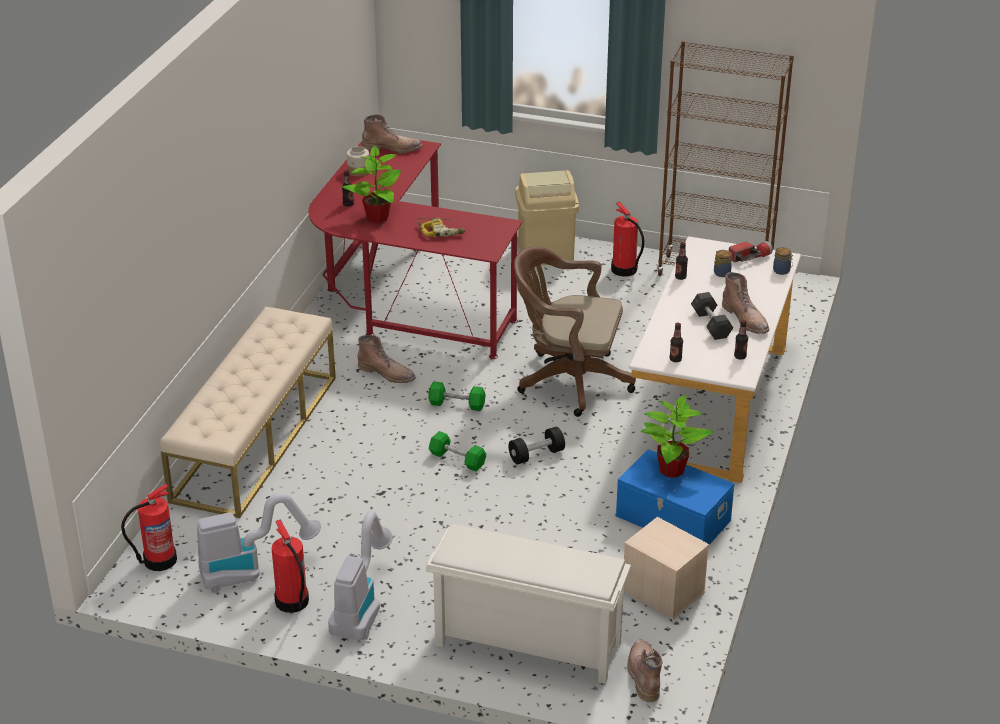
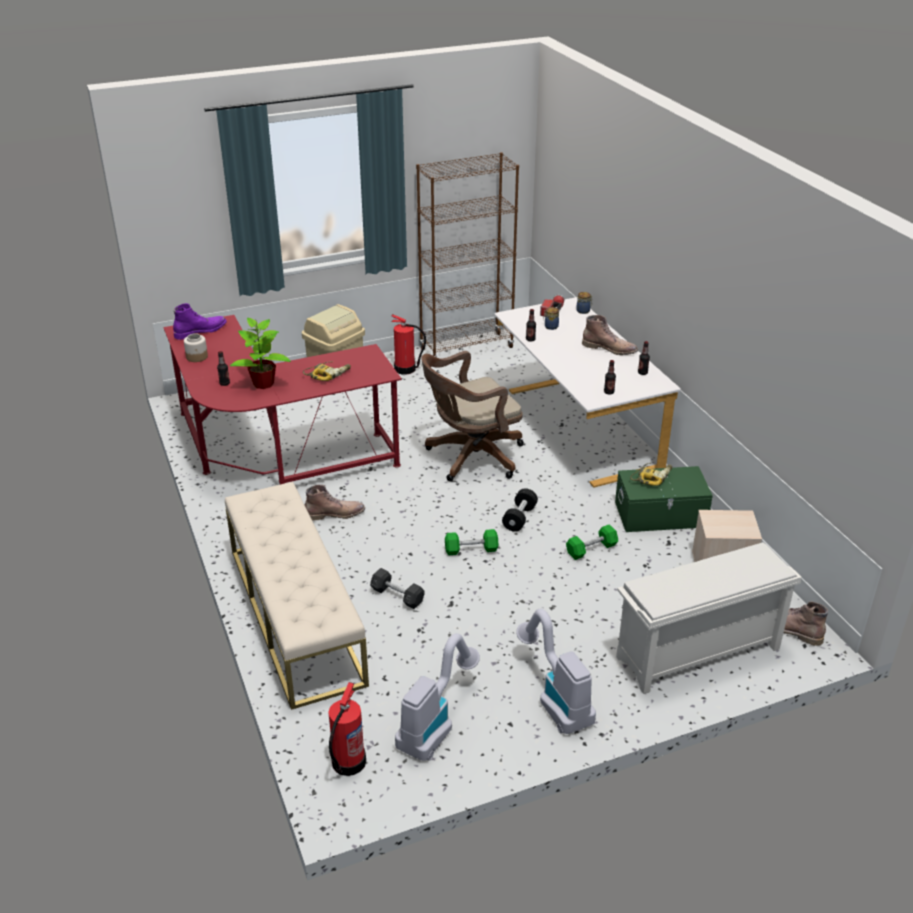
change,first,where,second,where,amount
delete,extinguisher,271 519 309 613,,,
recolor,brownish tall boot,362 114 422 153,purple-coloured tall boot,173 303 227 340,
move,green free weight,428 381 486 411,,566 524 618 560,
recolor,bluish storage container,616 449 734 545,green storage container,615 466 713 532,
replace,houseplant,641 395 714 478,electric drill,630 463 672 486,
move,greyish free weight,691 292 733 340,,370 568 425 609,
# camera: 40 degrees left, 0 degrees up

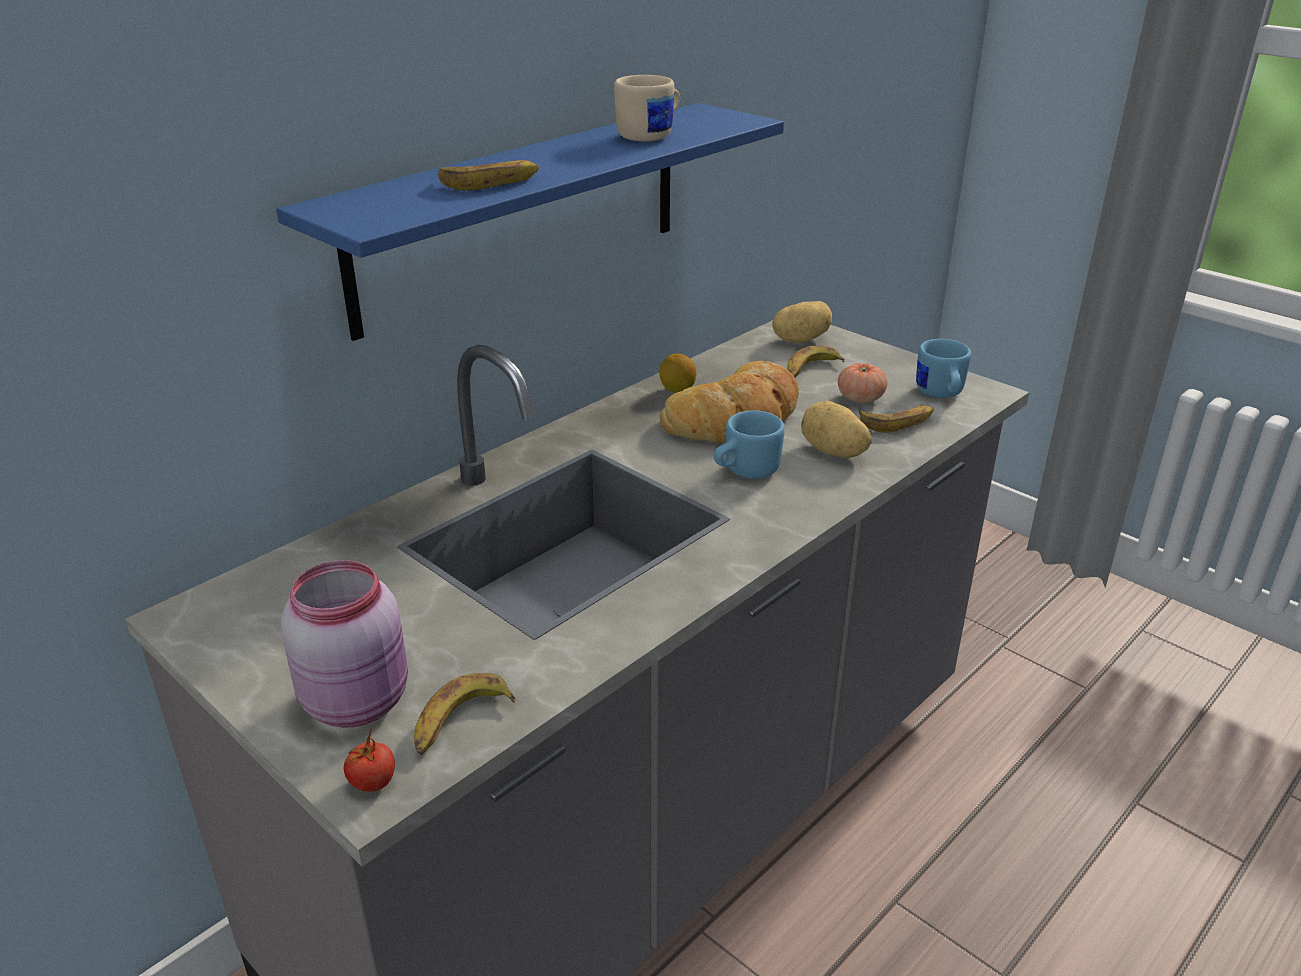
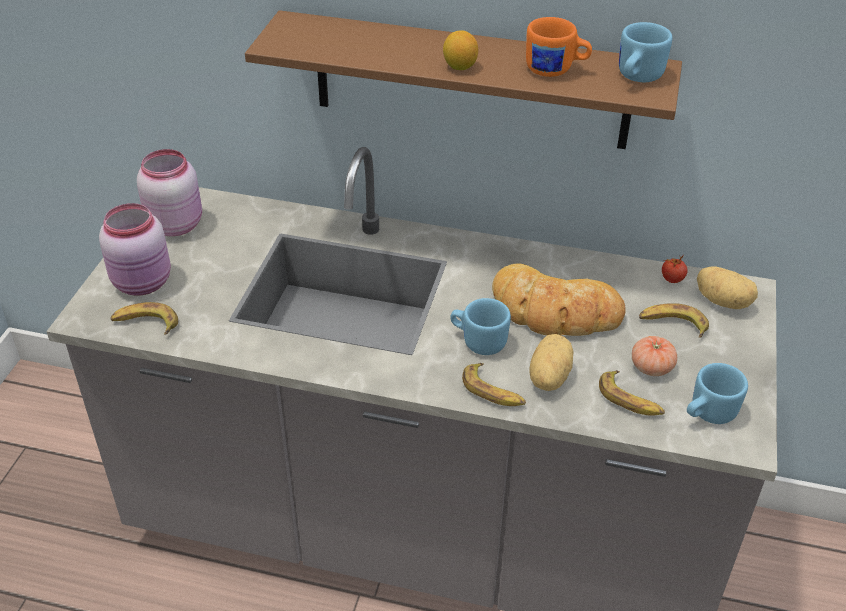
change,first,where,second,where,amount
recolor,bluish wall shelf,276 103 784 341,brownish wall shelf,245 10 682 149,
move,fresh tomato,344 730 395 792,,662 256 688 283,
move,banana fruit,438 160 539 191,,462 363 526 406,
recolor,beige-coloured tea mug,614 75 680 141,orange tea mug,526 17 592 77,
move,lemon,660 354 697 393,,443 30 478 70,
insert,,,pink storage jar,137 149 202 236,
insert,,,bluish tea mug,619 22 672 82,
# camera: 60 degrees right, 10 degrees up

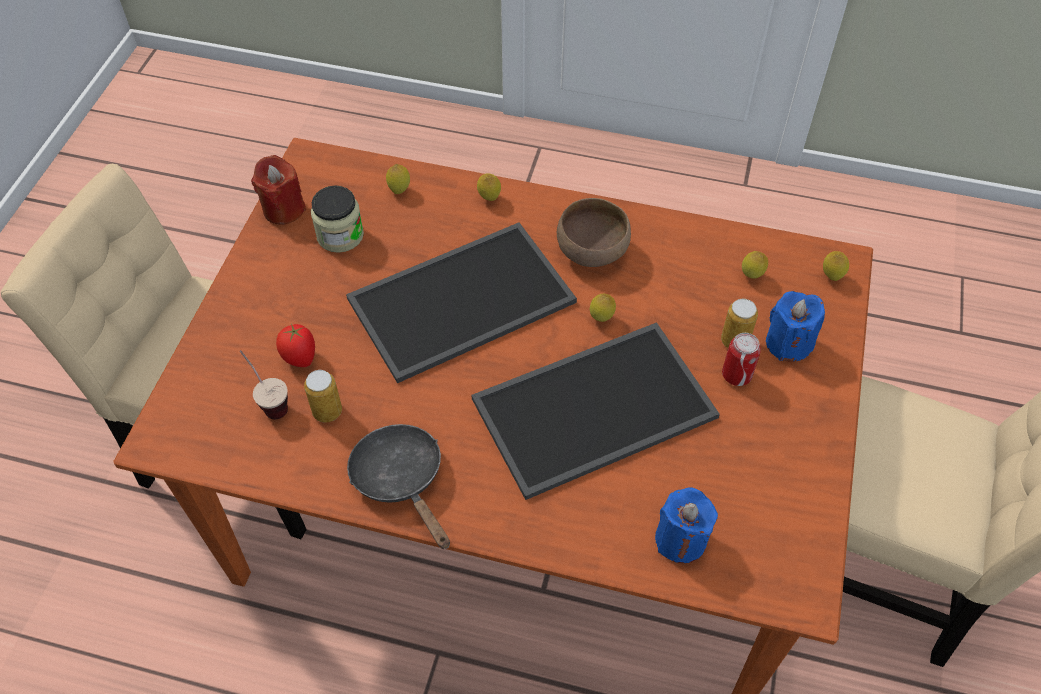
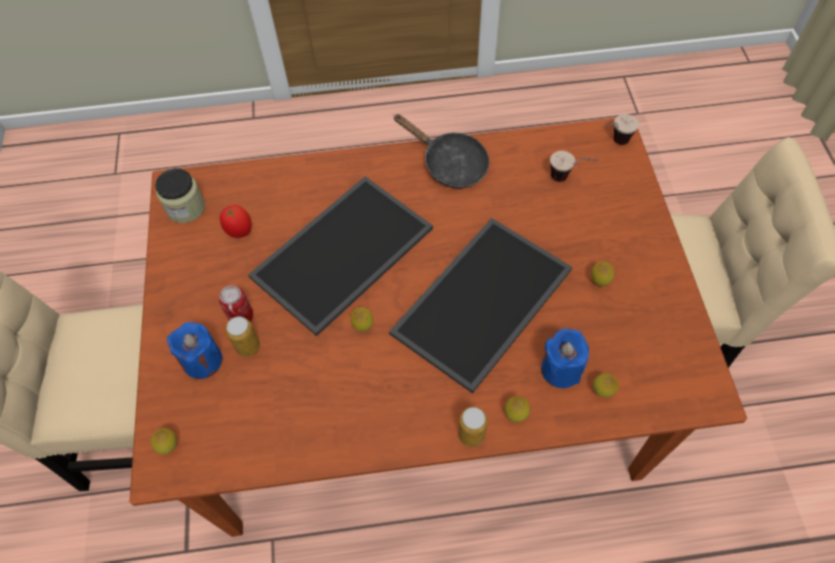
change,first,where,second,where,amount
delete,reddish candle,251 155 306 225,,,
move,fresh tomato,276 324 315 367,,220 205 252 238,
move,metal can,304 370 342 422,,458 407 488 447,
move,storage jar,311 186 364 253,,155 168 205 223,
delete,brownish bowl,557 198 631 267,,,
move,bluish candle,655 487 718 563,,541 328 589 388,
move,lemon,742 251 768 279,,592 261 614 286,
insert,,,small cup,605 114 639 145,
# camera: 160 degrees right, 5 degrees up

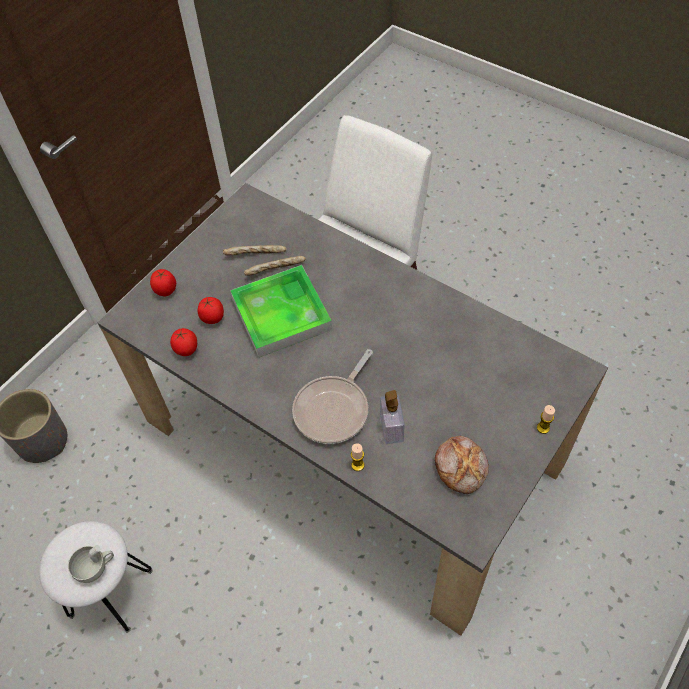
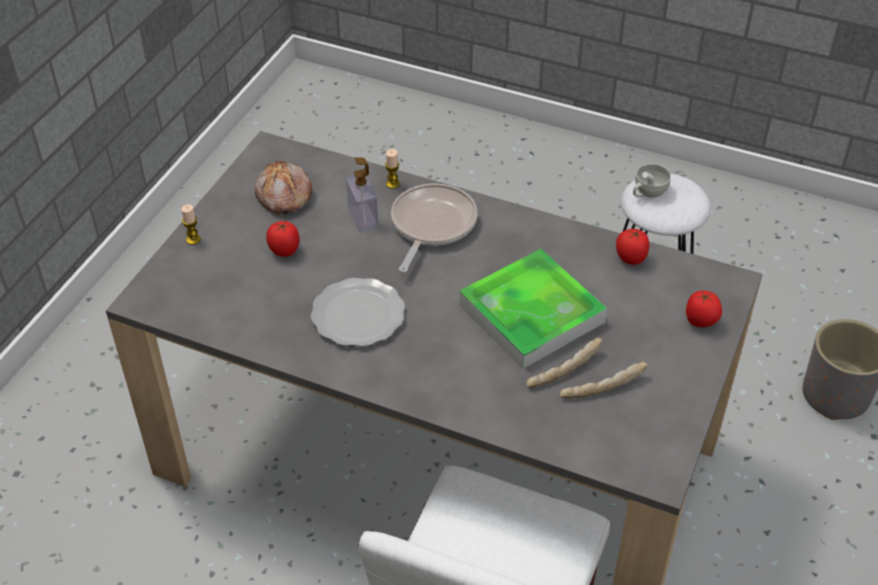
change,first,where,second,where,amount
move,fresh tomato,198 297 224 324,,266 221 300 257,
insert,,,flat dish,311 278 405 347,
# camera: 165 degrees right, 10 degrees down

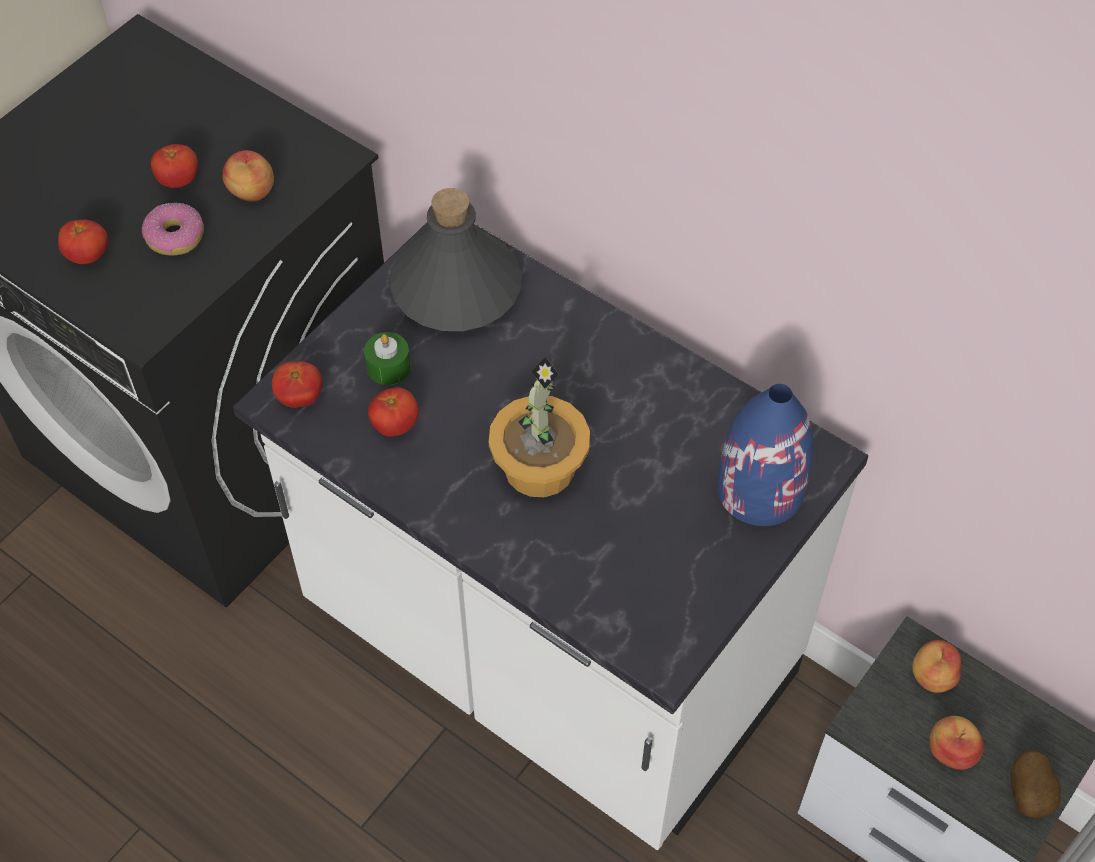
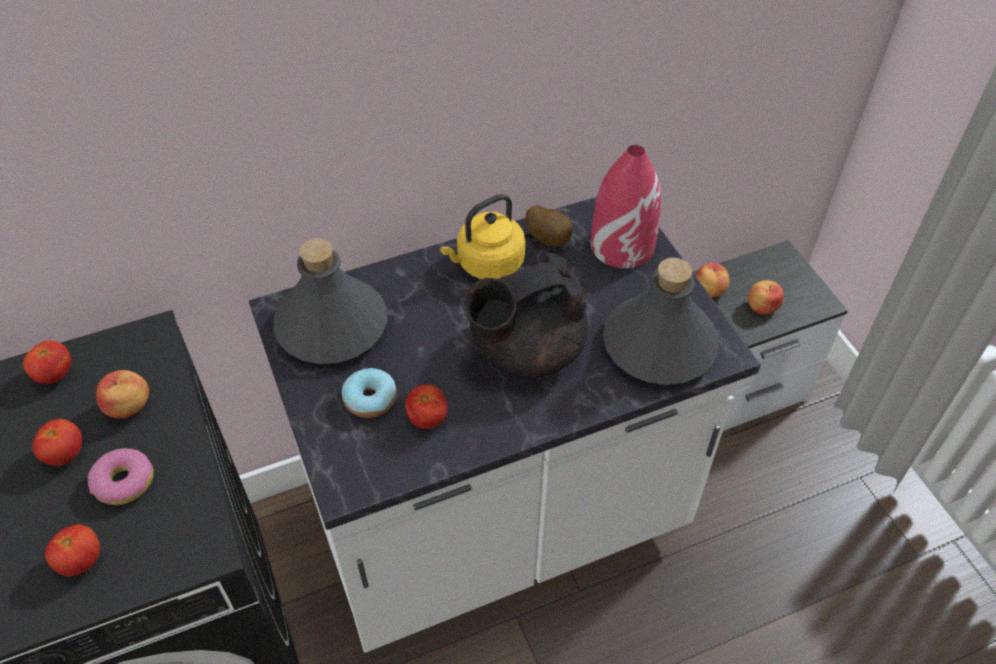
change,first,where,second,where,amount
move,fresh tomato,272 361 322 408,,23 340 71 384,
replace,green candle,364 332 411 385,donut,342 368 397 418,
replace,houseplant,489 357 590 497,black tea pot,463 253 588 377,
recolor,bluish vase,717 384 814 526,reddish vase,591 145 661 268,
move,spud,1011 751 1061 818,,525 205 573 247,
insert,,,yellow-coloured water kettle,440 194 525 279,
insert,,,greyish bottle,603 258 719 385,
# camera: 60 degrees left, 5 degrees down

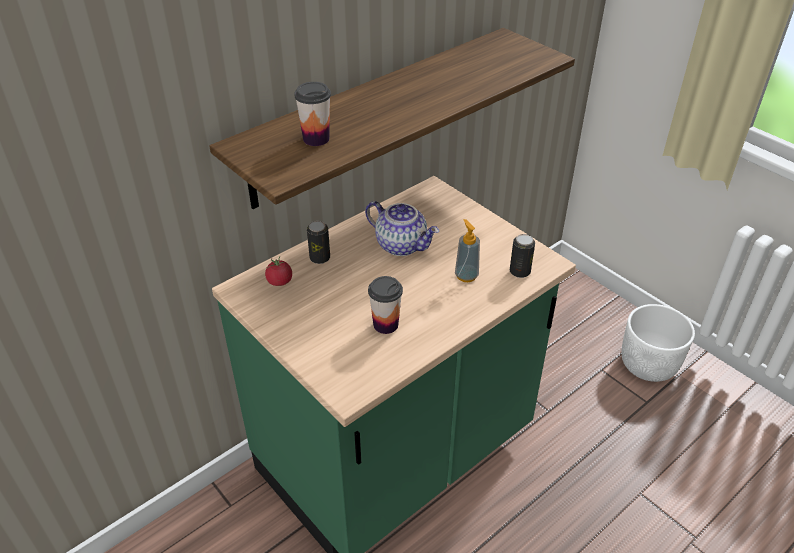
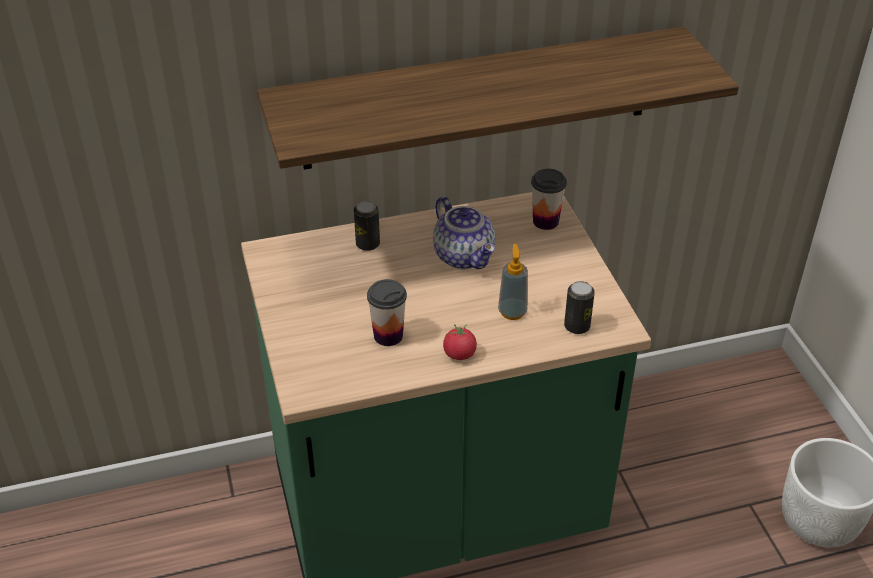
change,first,where,second,where,amount
move,fresh tomato,265 257 292 286,,443 324 477 360,
move,small cup,294 82 331 146,,531 169 567 230,
# camera: 25 degrees right, 0 degrees up

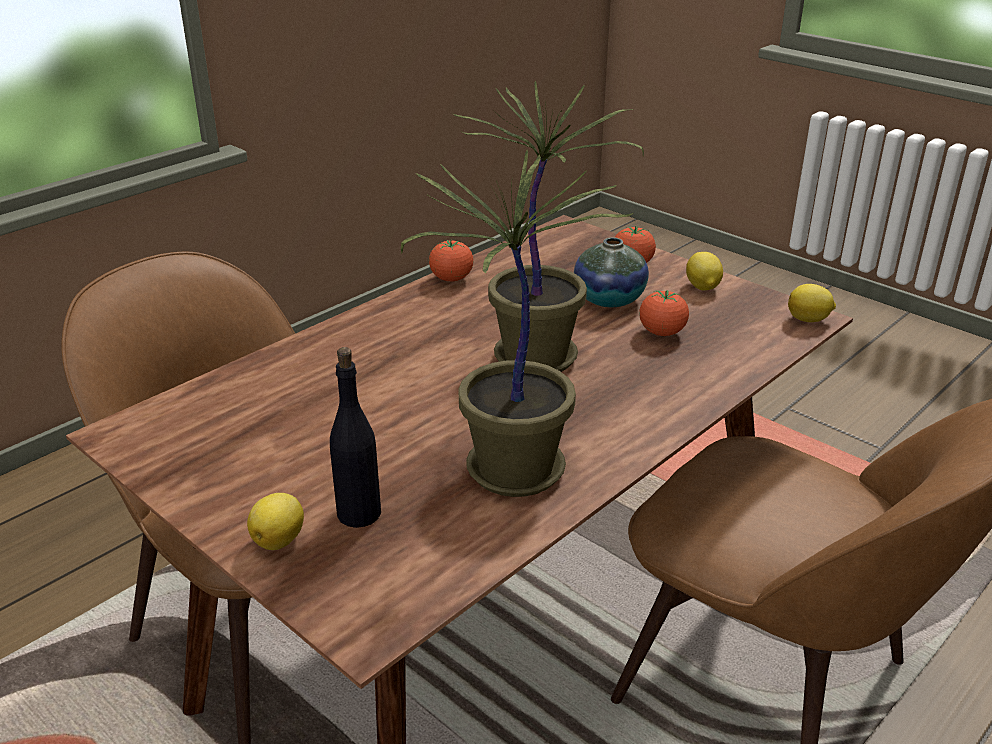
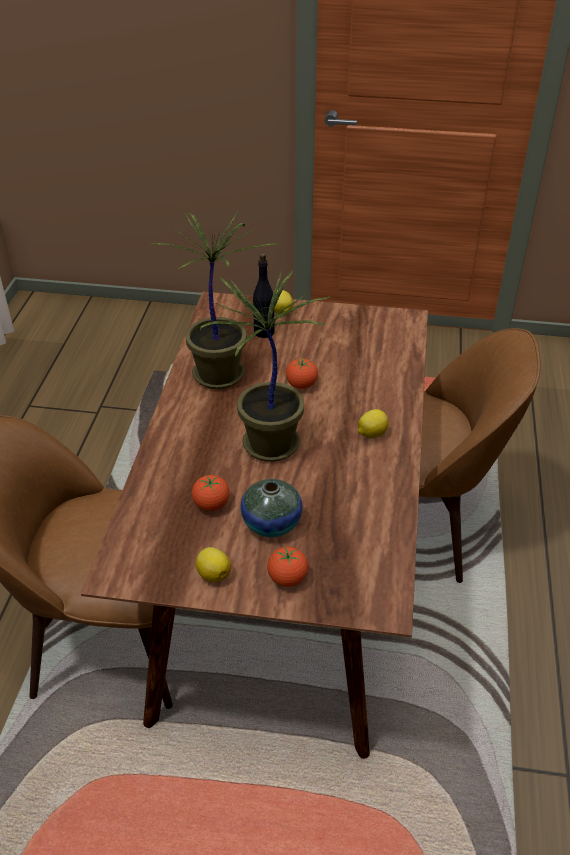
change,first,where,second,where,amount
move,fresh tomato,429 239 474 281,,286 357 318 389,
move,lemon,788 284 836 322,,358 409 389 438,
# camera: 145 degrees right, 10 degrees up

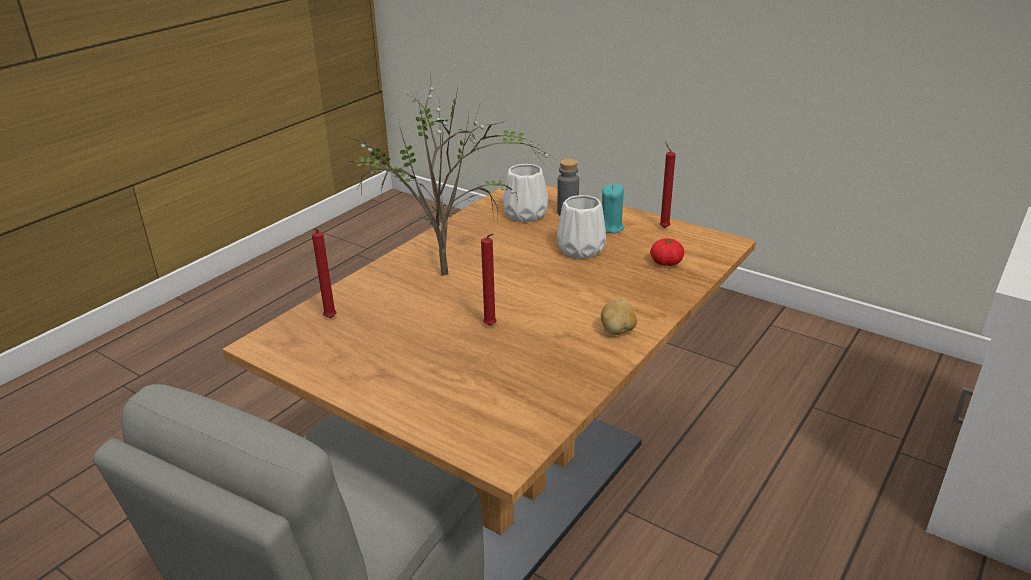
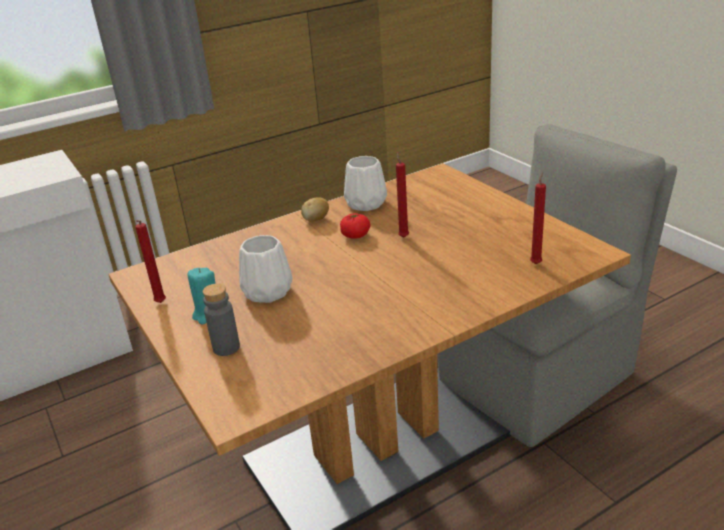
change,first,where,second,where,amount
delete,houseplant,336 86 554 276,,,
move,white-coloured vase,503 164 548 222,,344 156 387 211,
move,fresh tomato,650 238 684 266,,340 213 370 239,
# camera: 155 degrees left, 0 degrees up

